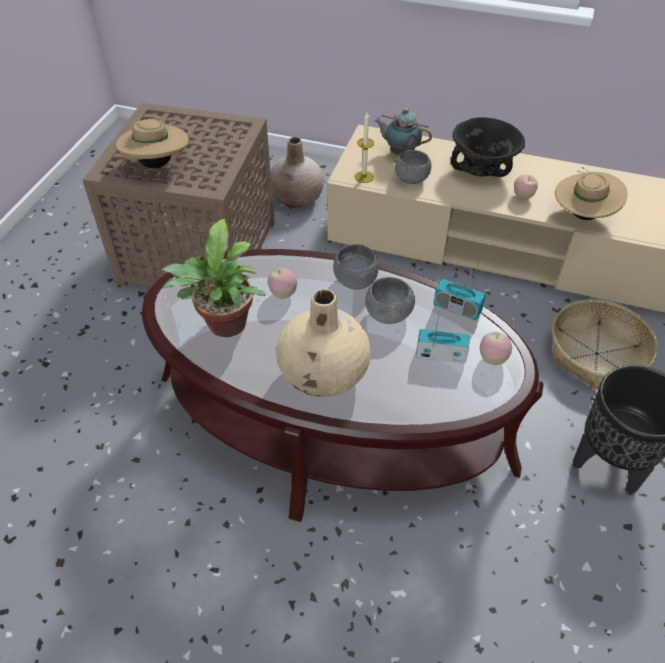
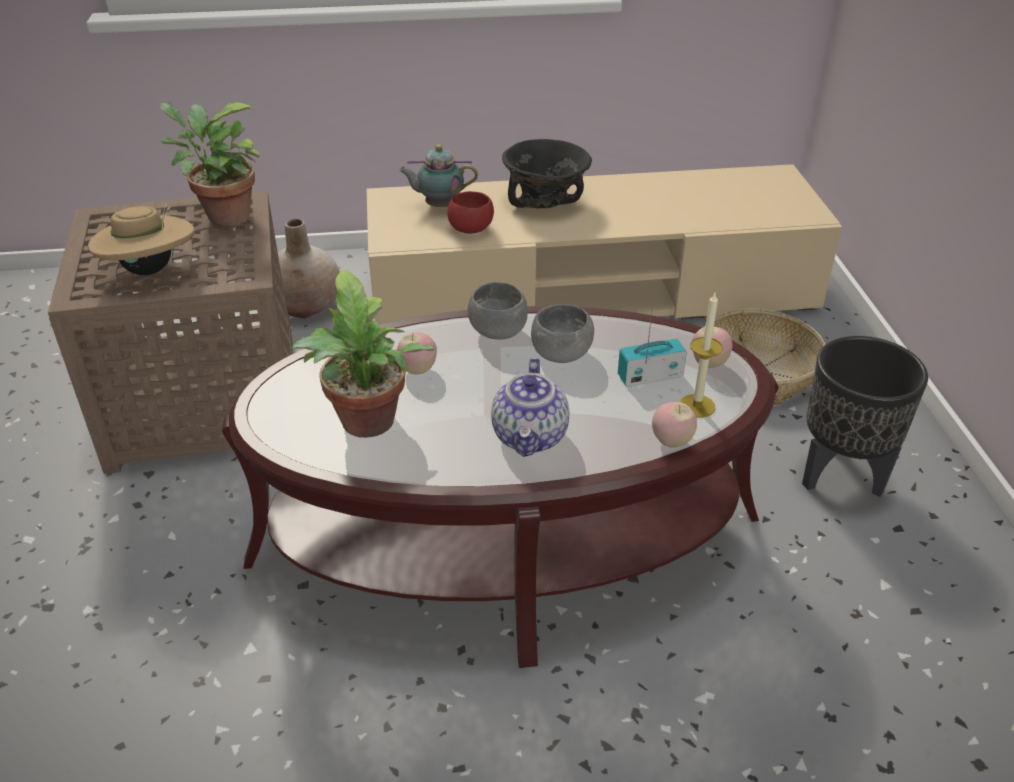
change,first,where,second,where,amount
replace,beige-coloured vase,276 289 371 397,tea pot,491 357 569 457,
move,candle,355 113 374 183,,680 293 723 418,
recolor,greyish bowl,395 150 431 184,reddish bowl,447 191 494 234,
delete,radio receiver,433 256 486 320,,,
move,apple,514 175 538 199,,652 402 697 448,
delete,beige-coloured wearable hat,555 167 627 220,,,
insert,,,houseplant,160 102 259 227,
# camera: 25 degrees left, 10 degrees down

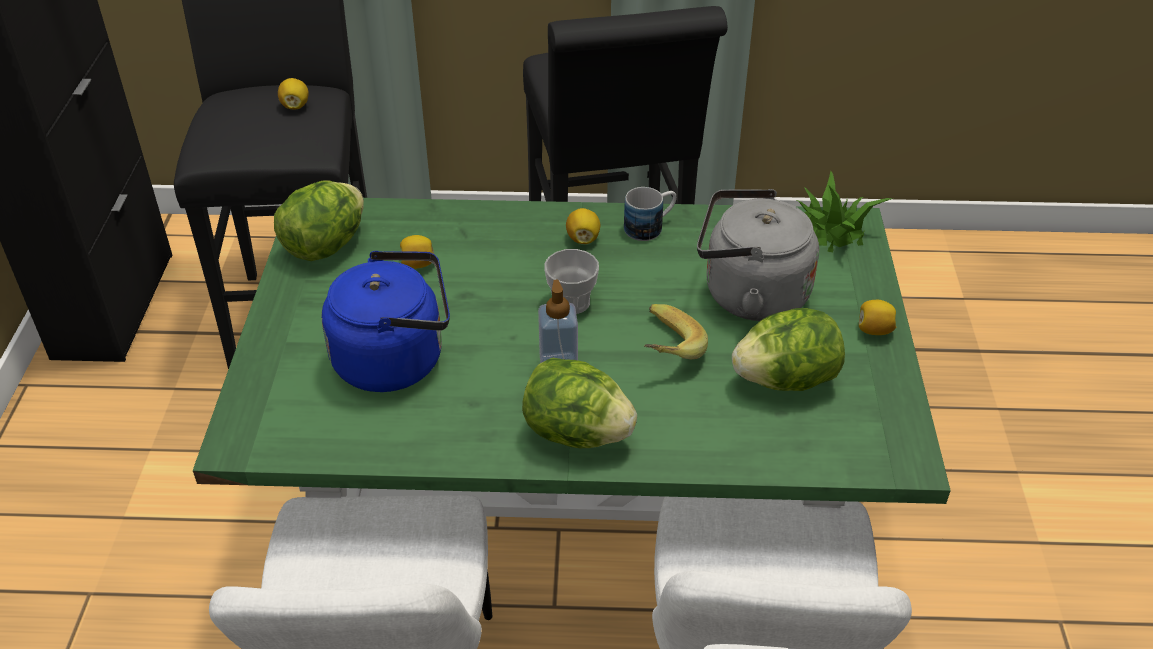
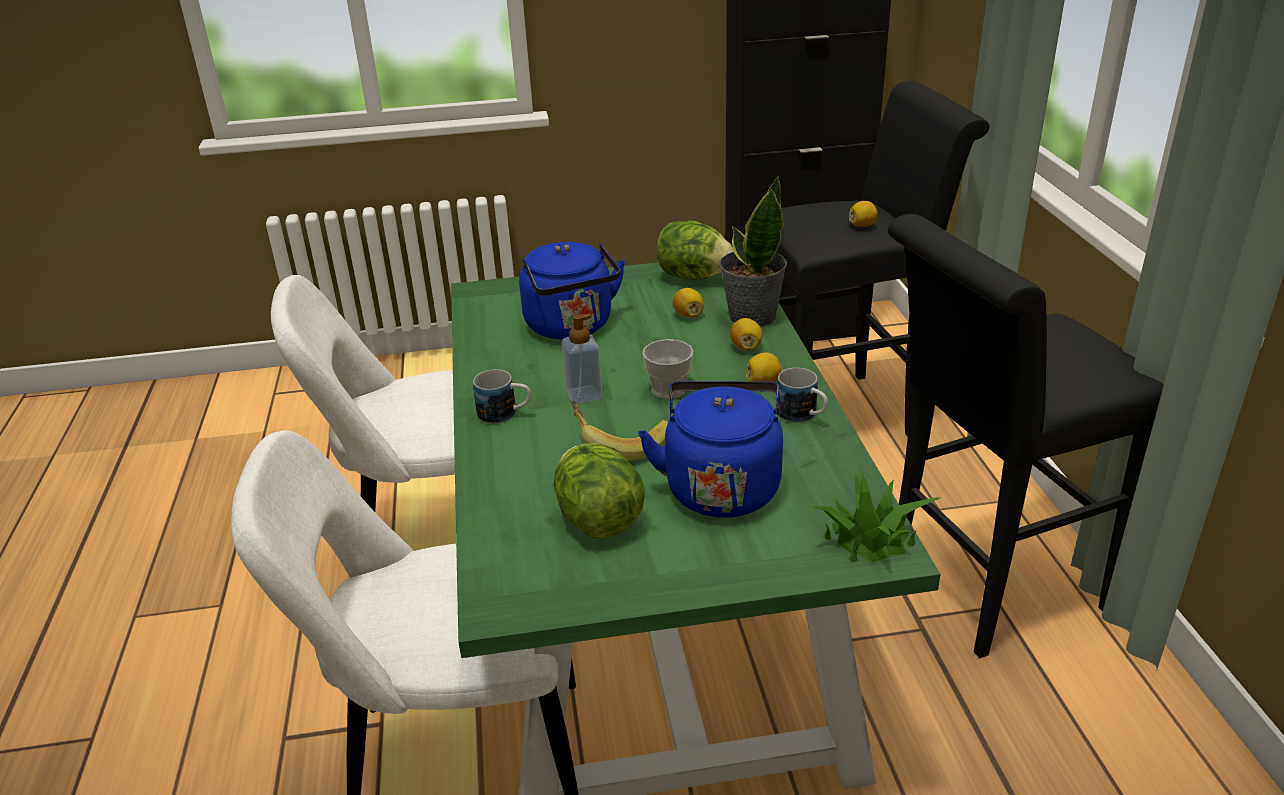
change,first,where,second,where,amount
replace,lettuce head,522 358 637 448,tea mug,473 369 531 424,
recolor,greyish water kettle,697 189 819 321,bluish water kettle,638 381 783 518,
move,lemon,859 300 896 335,,730 318 762 351,
insert,,,houseplant,719 177 787 327,
# camera: 80 degrees right, 10 degrees down

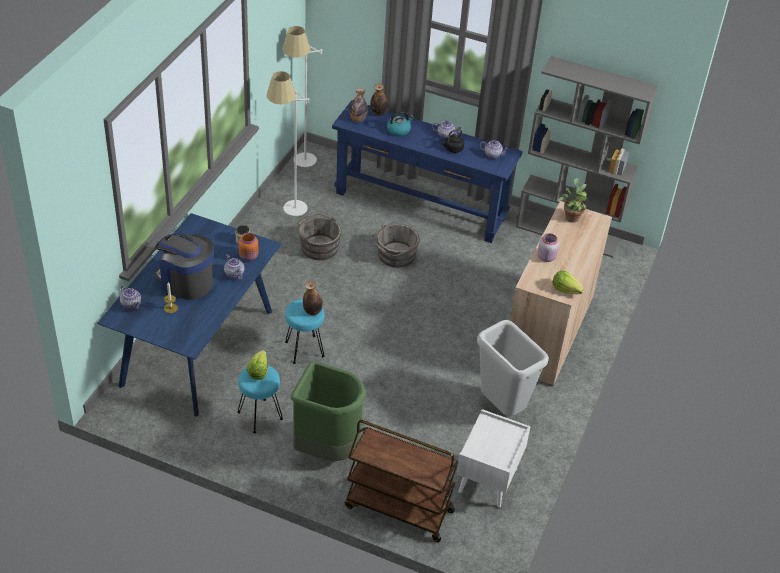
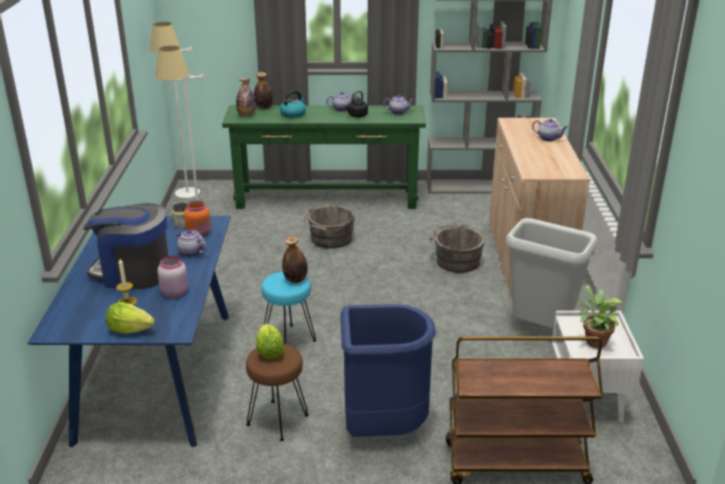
change,first,where,second,where,amount
move,tea pot,120 285 141 310,,532 119 568 141,
recolor,turquoise stool,237 365 283 433,brownish stool,246 343 309 441,
recolor,green trash can,291 361 365 461,bluish trash can,340 304 436 437,
move,greyish pail,294 214 342 260,,429 223 485 273,
recolor,bluish hall table,332 100 523 243,green hall table,222 105 426 209,
move,pink storage jar,537 233 559 262,,157 256 188 298,
move,lettuce head,552 271 584 294,,106 302 155 333,
move,houseplant,558 178 588 223,,578 285 624 348,
# camera: 20 degrees left, 15 degrees down

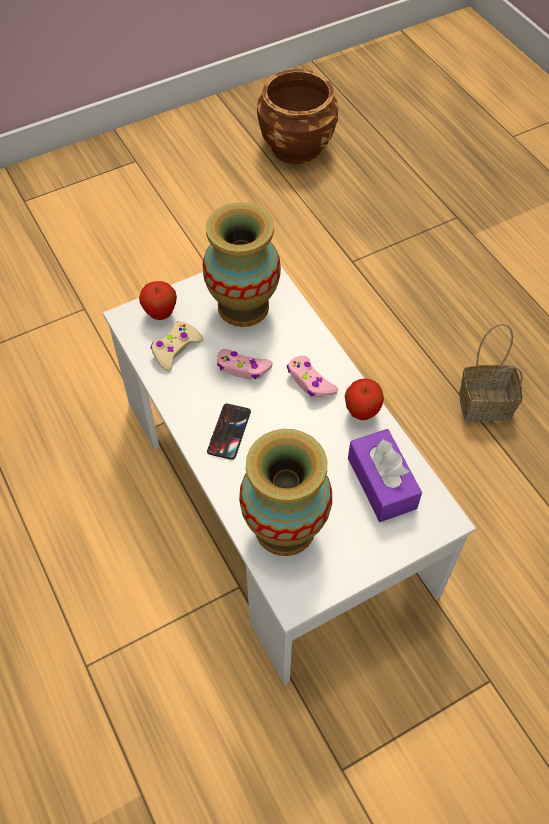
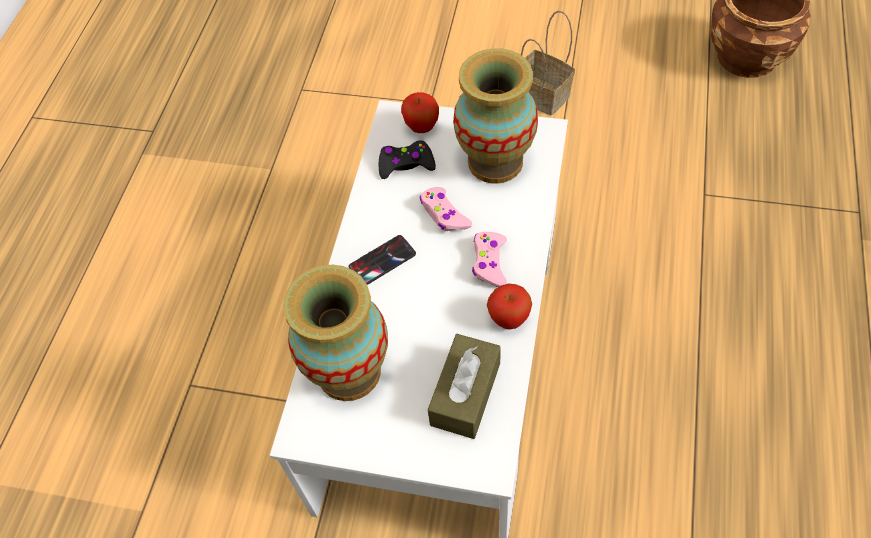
change,first,where,second,where,amount
recolor,beige-coloured gamepad,151 321 204 371,black gamepad,379 140 436 179,
recolor,purple-coloured tissue box,348 429 422 522,brownish tissue box,428 334 501 439,
move,household basket,459 324 523 421,,521 11 575 115,
# camera: 45 degrees right, 0 degrees up

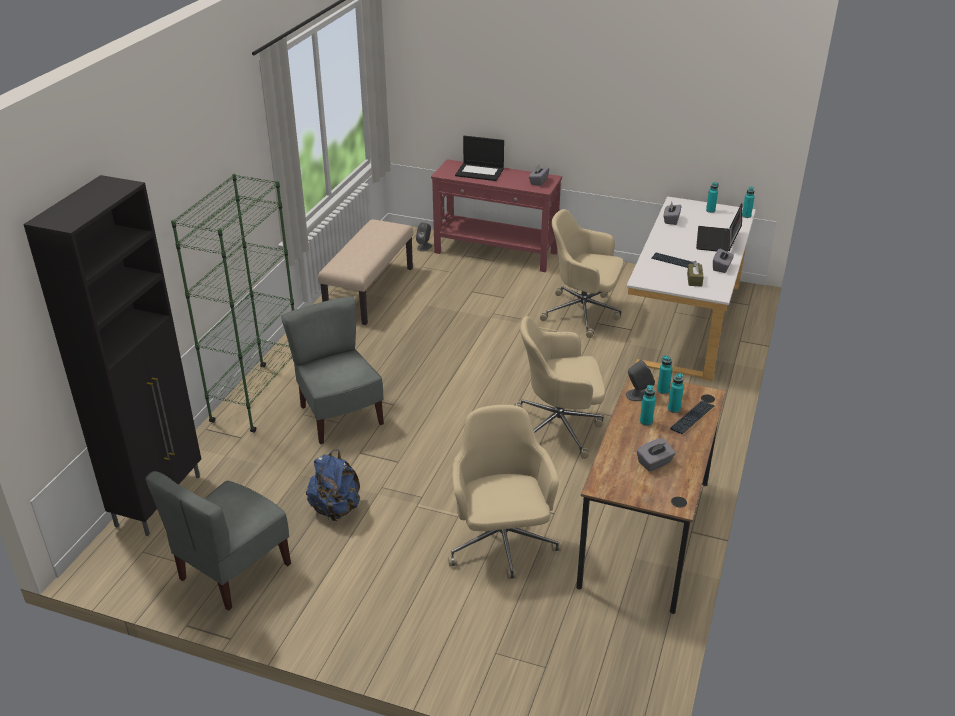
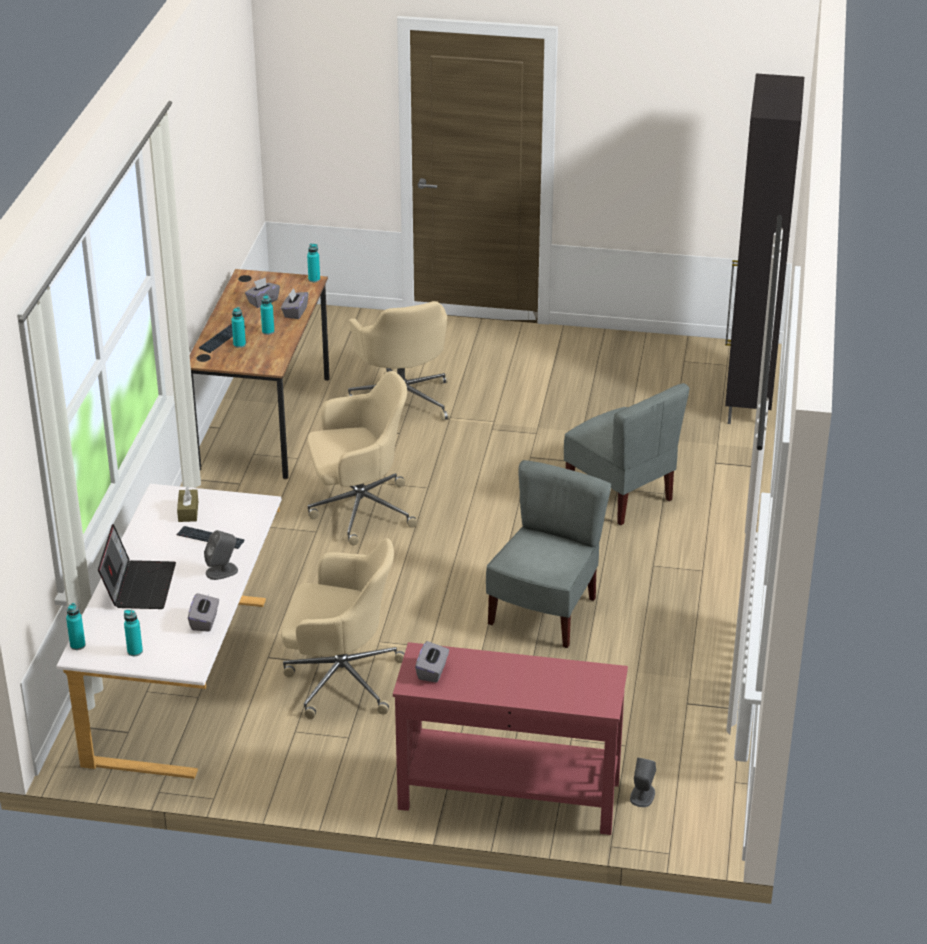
change,first,where,second,where,amount
move,greyish upright chair,145 471 291 611,,486 460 611 648,
delete,green bookshelf,171 174 294 433,,,
delete,bluish knapsack,306 450 360 521,,,
delete,beige-coloured long seat,318 219 413 325,,,
delete,notebook computer,455 136 504 181,,,
move,greyish audio speaker,626 360 655 401,,204 530 238 580,
move,turquoise bottle,657 355 673 394,,307 244 320 282,
move,greyish tissue box,713 249 734 273,,281 288 309 319,
# camera: 170 degrees right, 0 degrees up

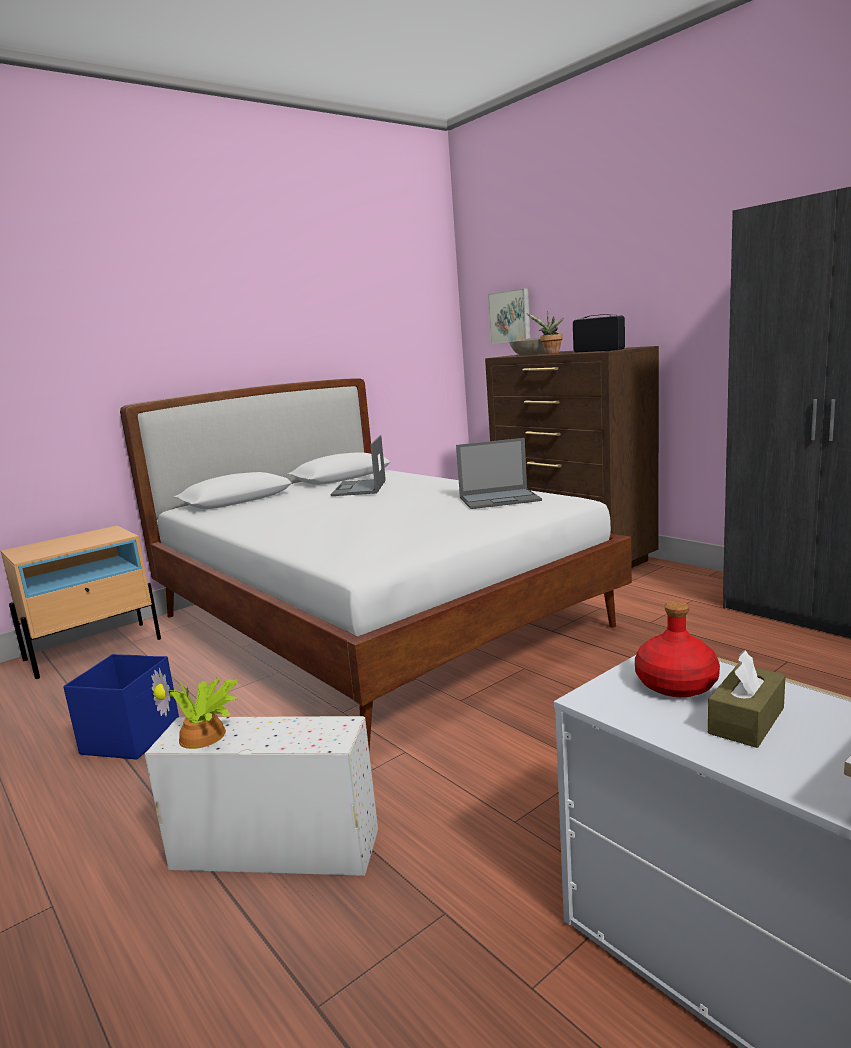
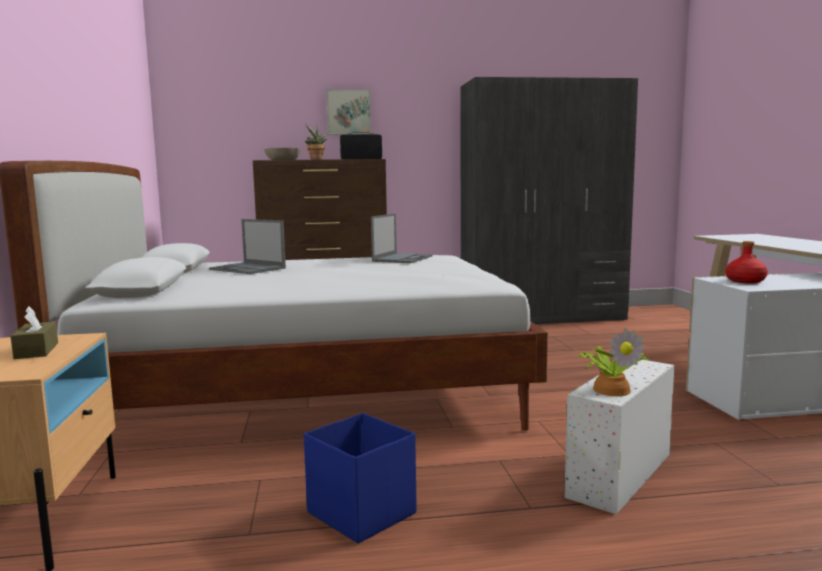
change,first,where,second,where,amount
move,wall art,488 288 530 344,,326 89 371 135,
move,brownish tissue box,708 650 786 748,,10 306 58 359,
# camera: 60 degrees left, 5 degrees down

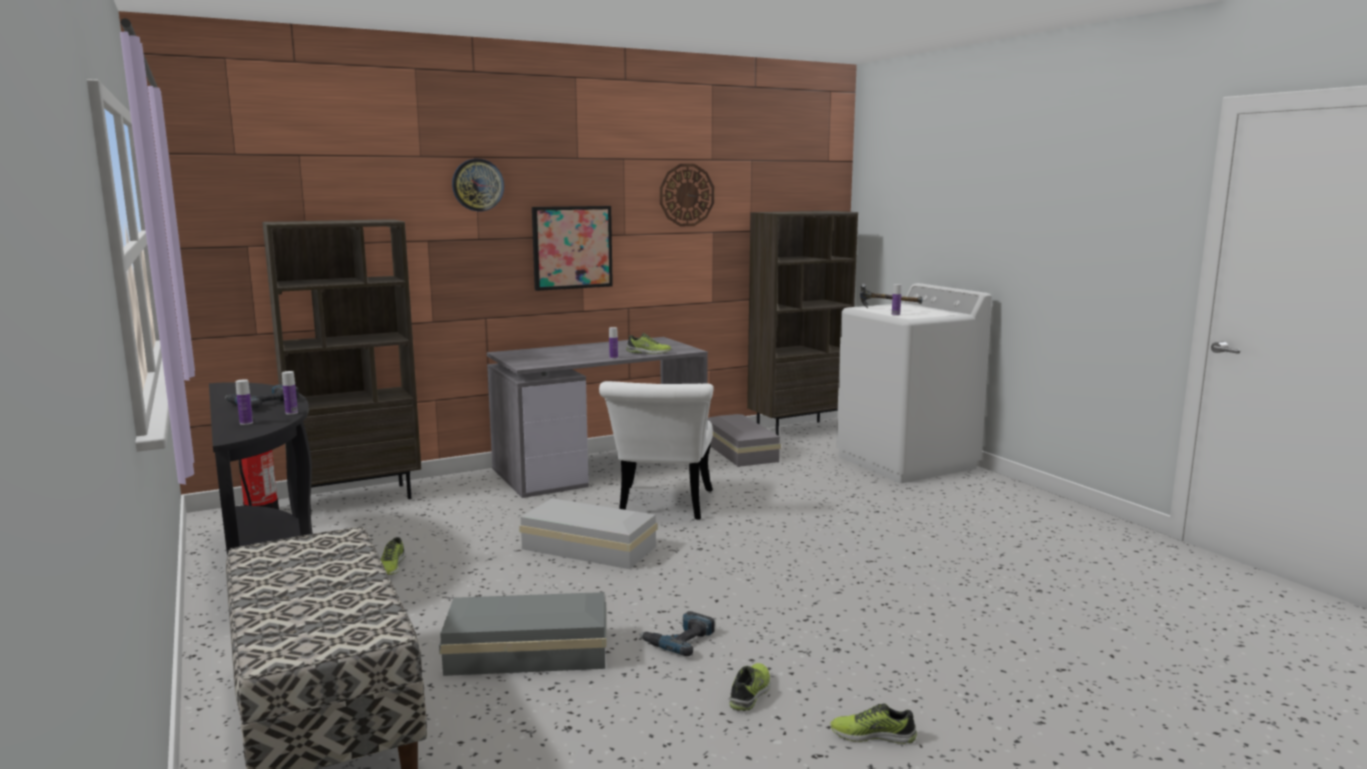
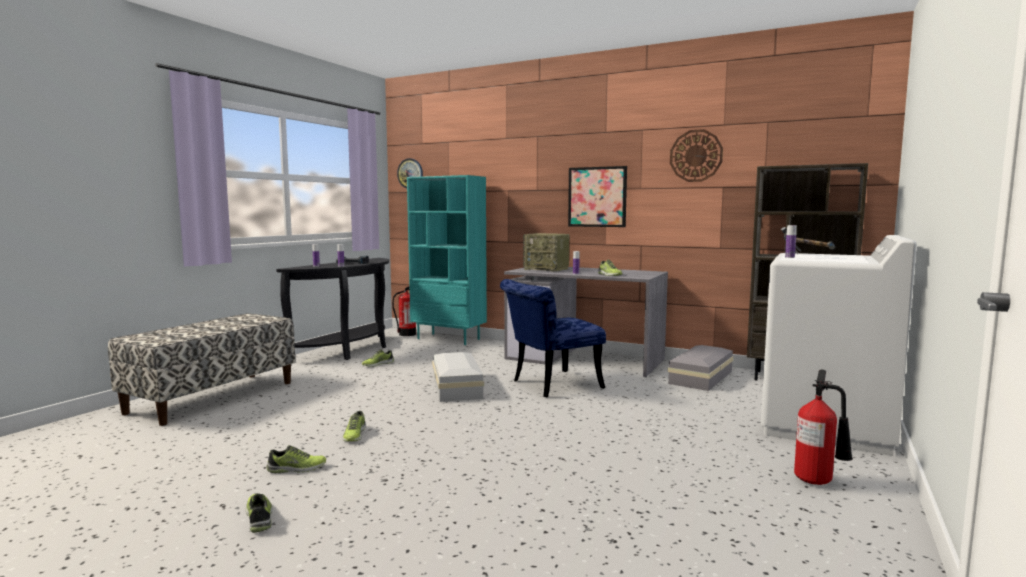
change,first,where,second,where,amount
recolor,brownish bookshelf,262 219 422 509,turquoise bookshelf,407 175 487 345,
delete,greyish storage container,439 592 606 676,,,
move,clock on the wall,452 159 504 211,,397 158 423 188,
recolor,white-coloured upright chair,599 381 714 520,bluish upright chair,500 279 606 397,
replace,electric drill,639 611 715 656,low shoe,342 411 366 441,
insert,,,radio receiver,523 233 570 272,
insert,,,extinguisher,794 370 853 485,
# camera: 55 degrees right, 5 degrees down

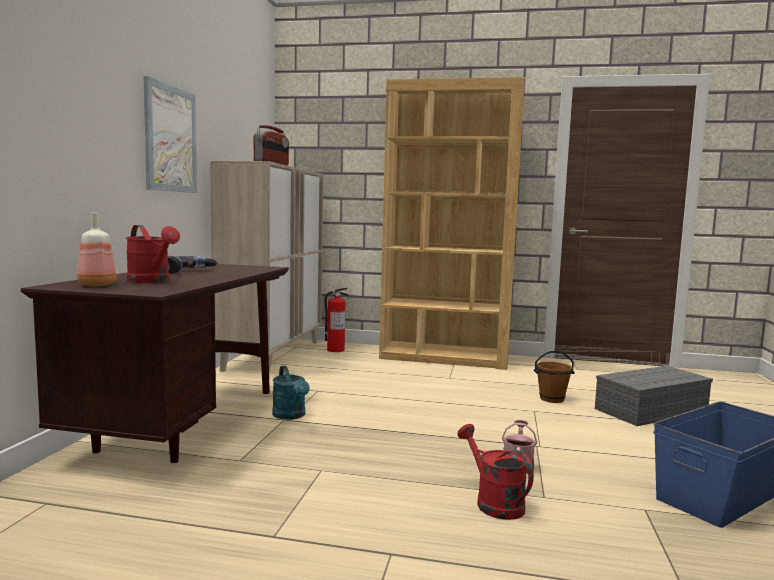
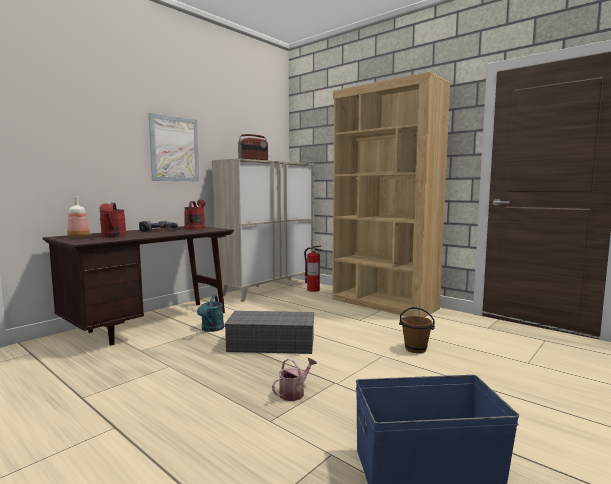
change,first,where,second,where,amount
move,reddish sprinkling can,457 424 534 520,,184 199 205 230,
move,greyish storage container,595 366 713 426,,224 311 314 354,
# camera: 30 degrees right, 0 degrees up

